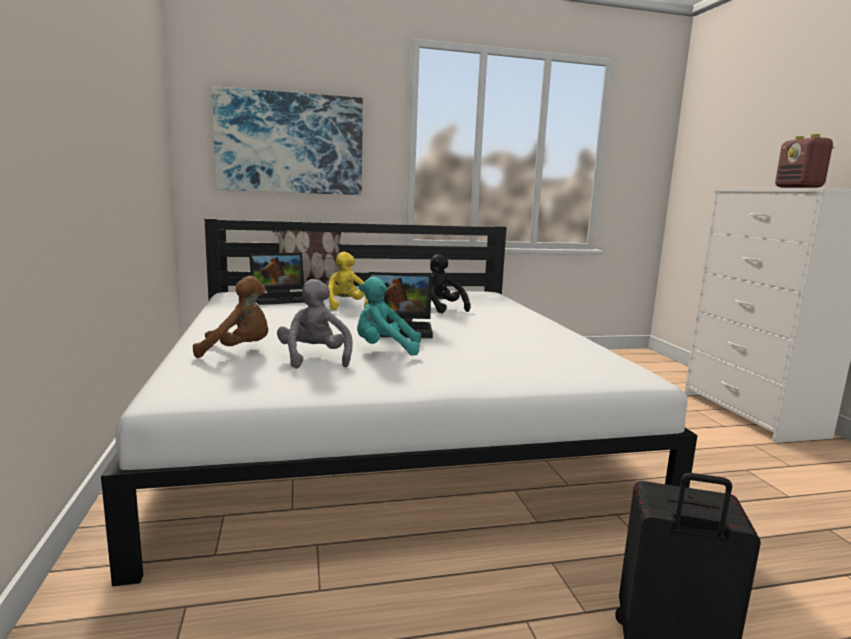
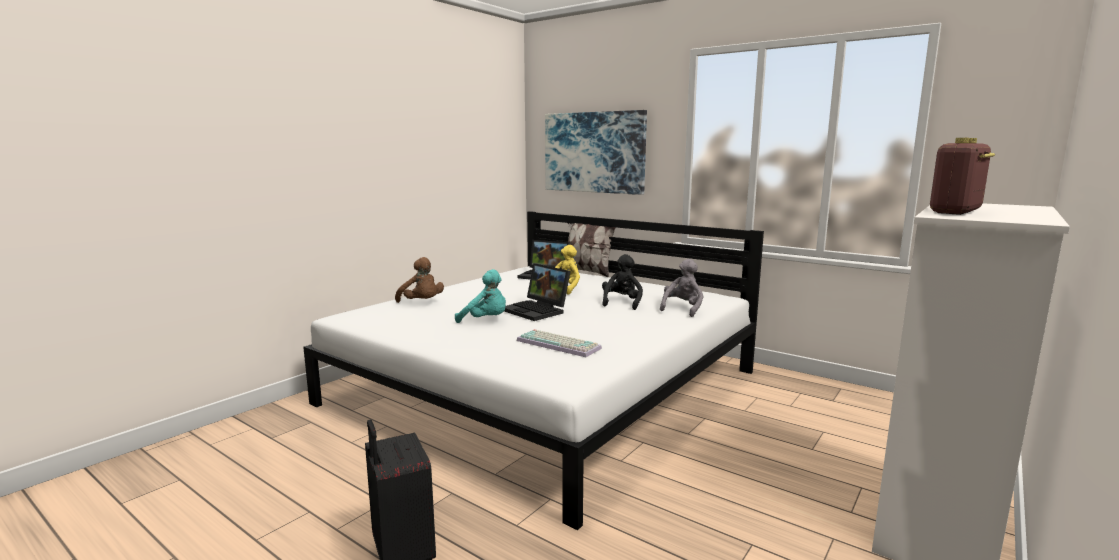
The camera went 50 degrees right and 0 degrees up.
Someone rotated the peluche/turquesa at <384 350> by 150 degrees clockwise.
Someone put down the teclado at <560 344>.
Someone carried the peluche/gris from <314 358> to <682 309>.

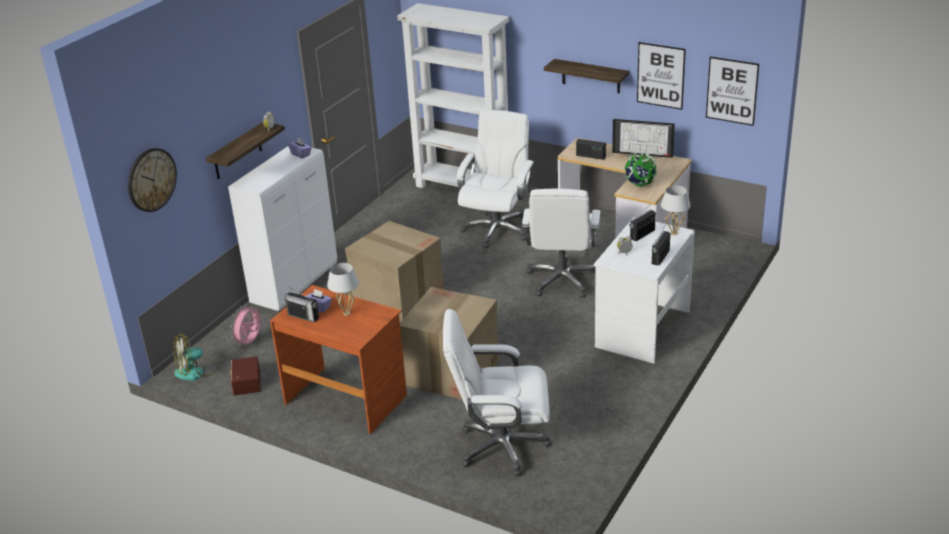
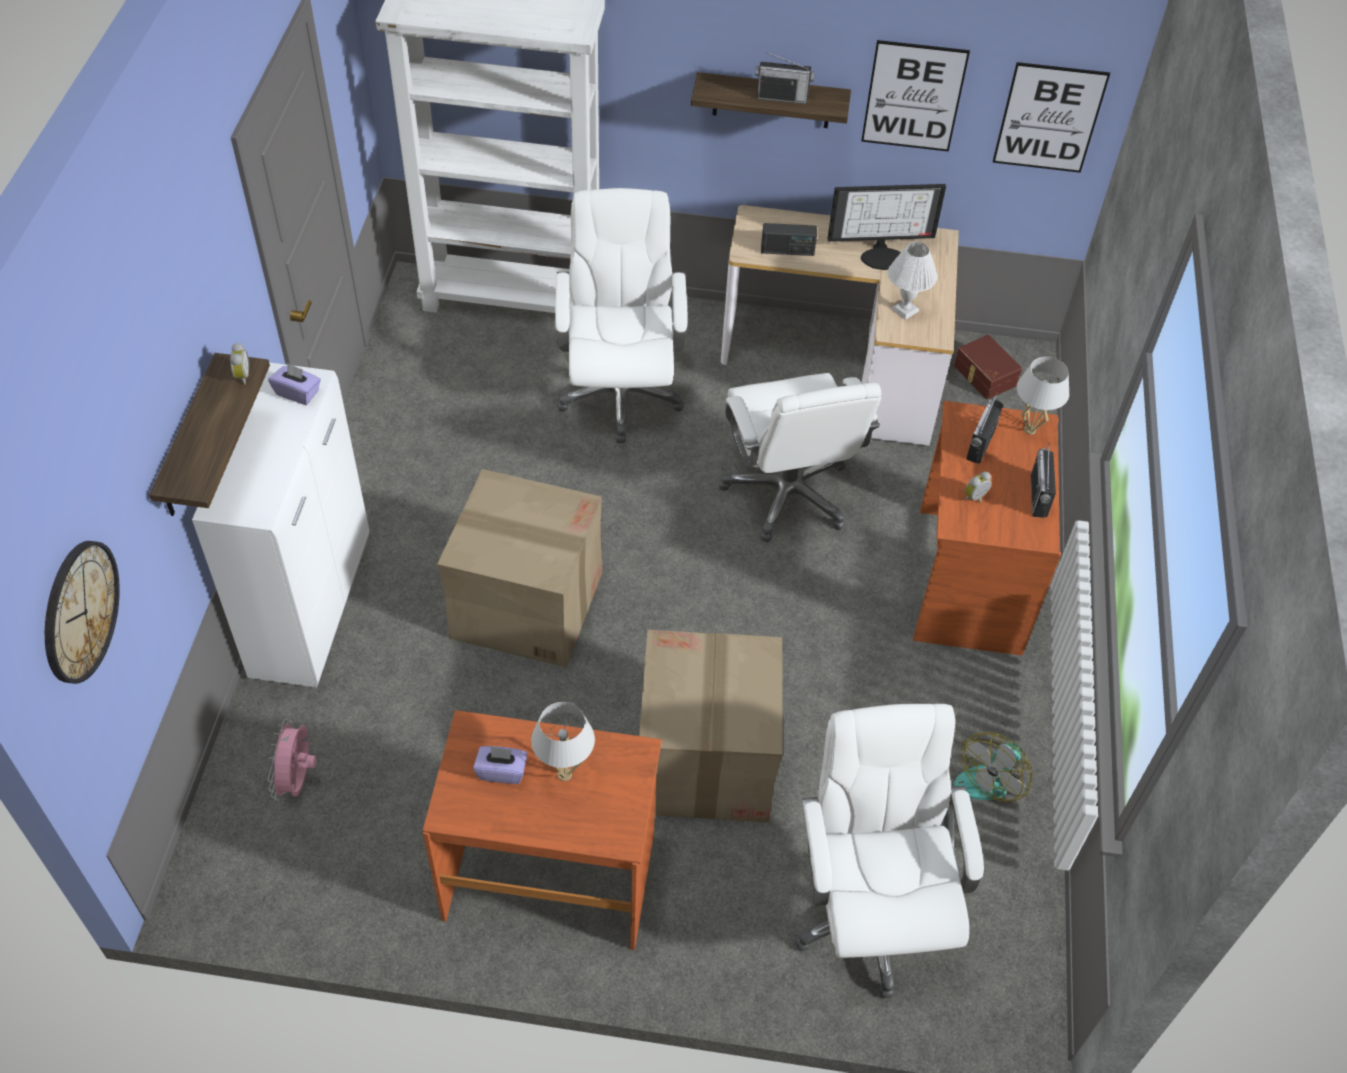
The camera went 25 degrees left and 20 degrees up.
Someone carried the radio from <303 316> to <782 97>.
Someone rotated the silla de oficina/blanco at <501 446> by 105 degrees clockwise.
Someone swapped the globo terráqueo at <639 184> for the lámpara de mesa/blanco at <905 310>.
Someone repainted the escritorio/blanco at <642 328>, which became the escritorio/marrón at <967 579>.
Someone carried the caja de almacenaje/marrón from <245 382> to <984 376>.
Someone carried the ventilador from <196 372> to <990 775>.

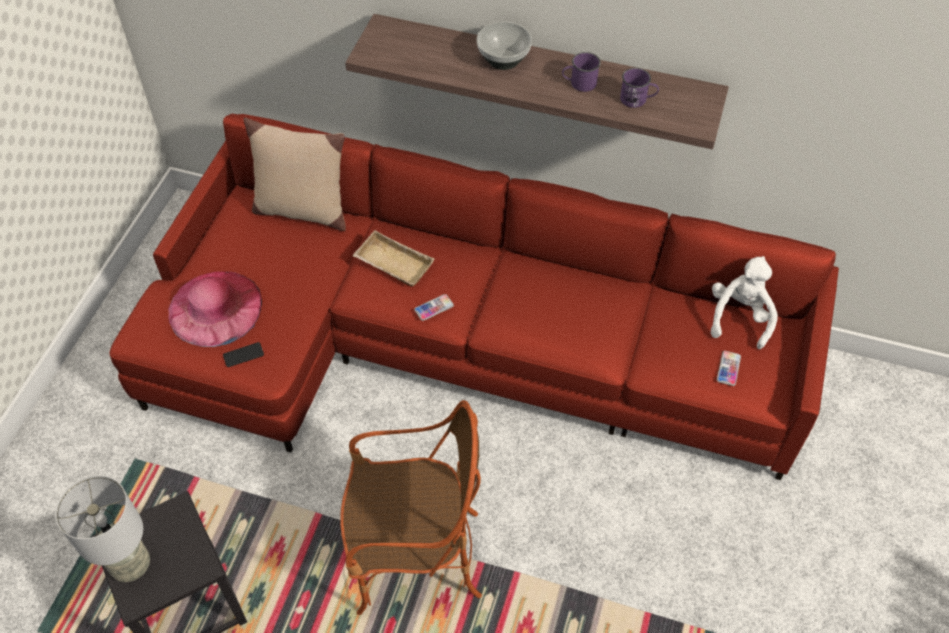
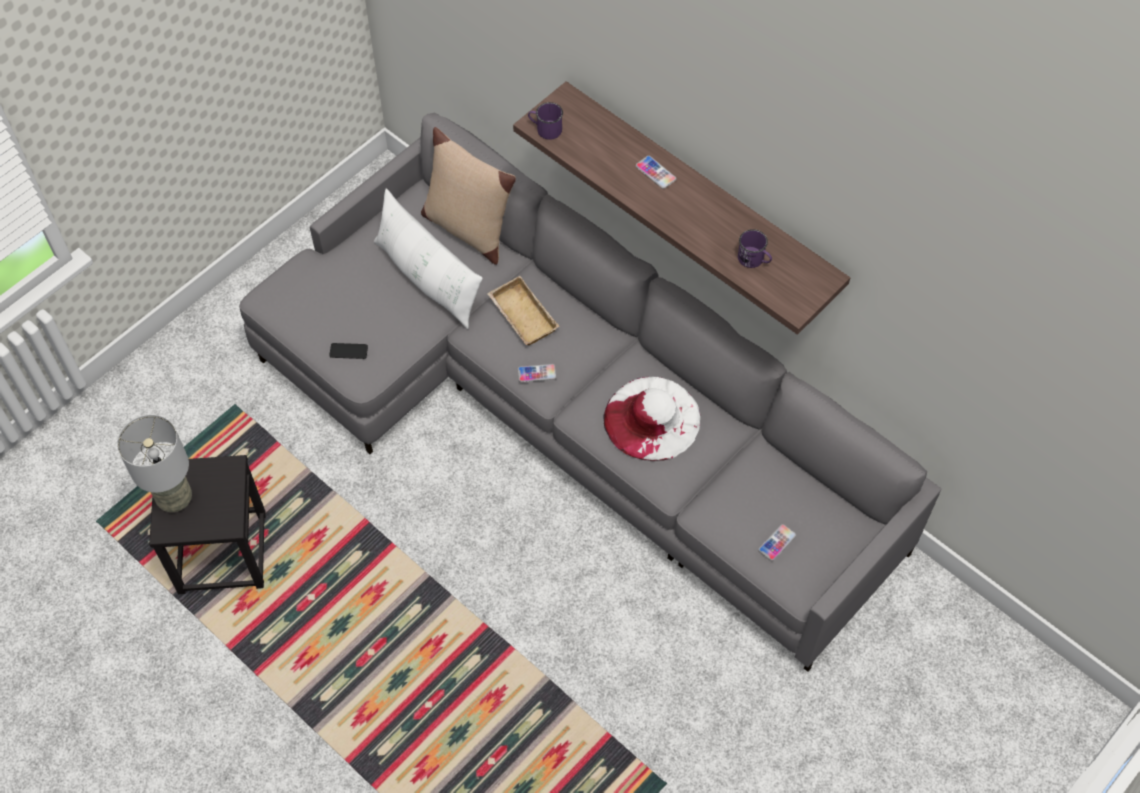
The camera went 25 degrees right and 5 degrees up.
Someone repainted the sofá/rojo at <455 346>, which became the sofá/gris at <568 413>.
Someone put down the cojín/blanco at <428 279>.
Someone carried the taza grande/morado from <579 83> to <545 129>.
Someone put down the sombrero/blanco at <652 418>.
Someone swapped the cuenco at <503 59> for the móvil at <655 173>.
Someone took away the sombrero/rosa at <215 308>.
Someone took away the sillón at <415 558>.
Someone took away the peluche/blanco at <739 317>.

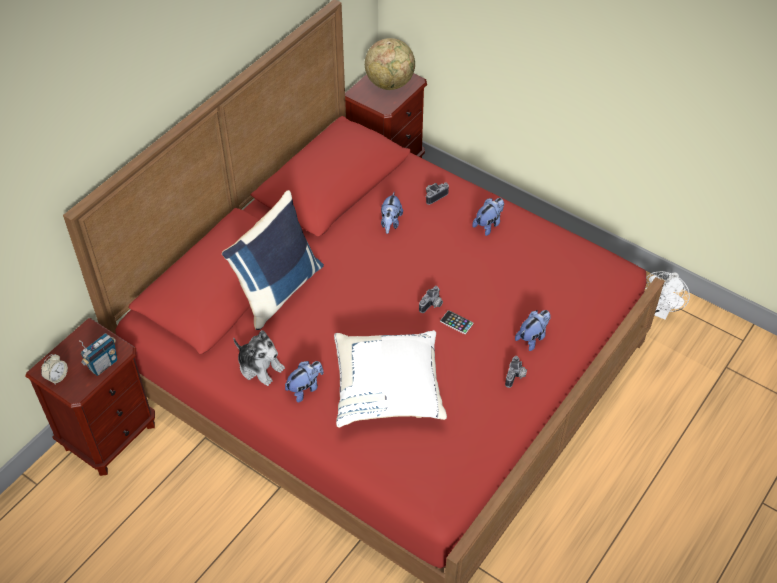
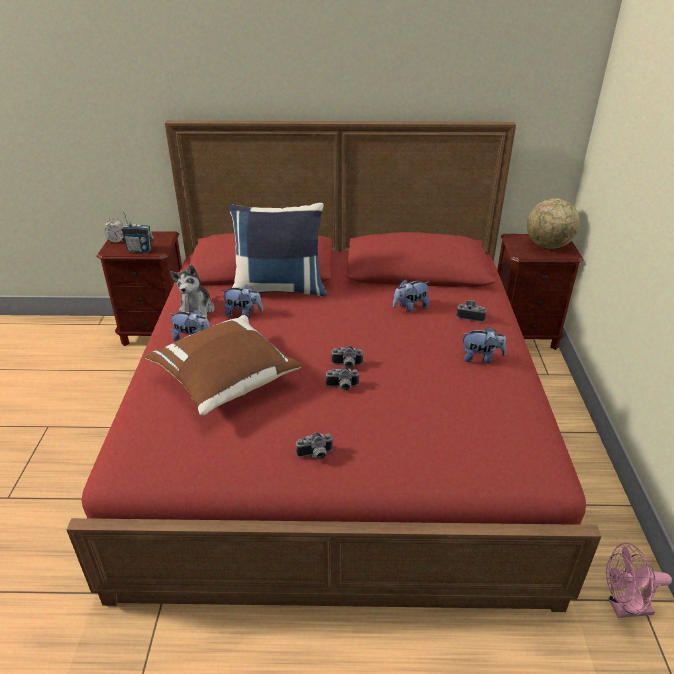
The camera went 55 degrees right and 15 degrees down.
Someone repainted the cojín/blanco at <388 390>, which became the cojín/marrón at <226 381>.
Someone carried the peluche from <532 337> to <243 313>.
Someone swapped the móvil at <456 322> for the cámara at <342 387>.
Someone repainted the ventilador/blanco at <661 311>, which became the ventilador/rosa at <624 608>.

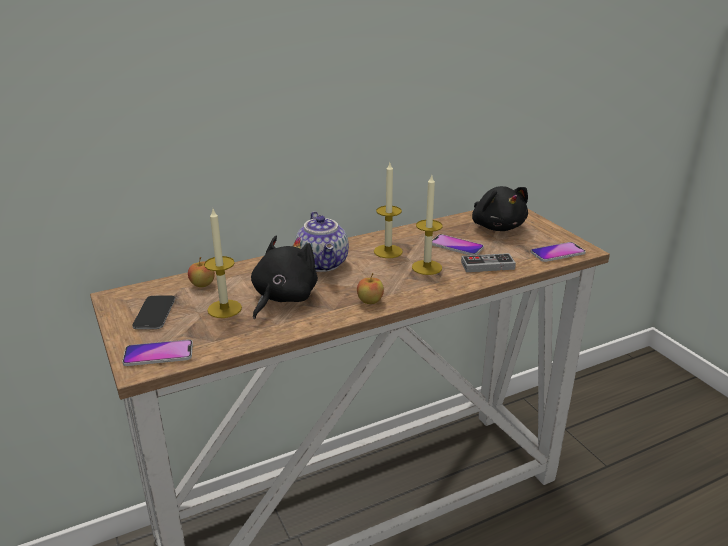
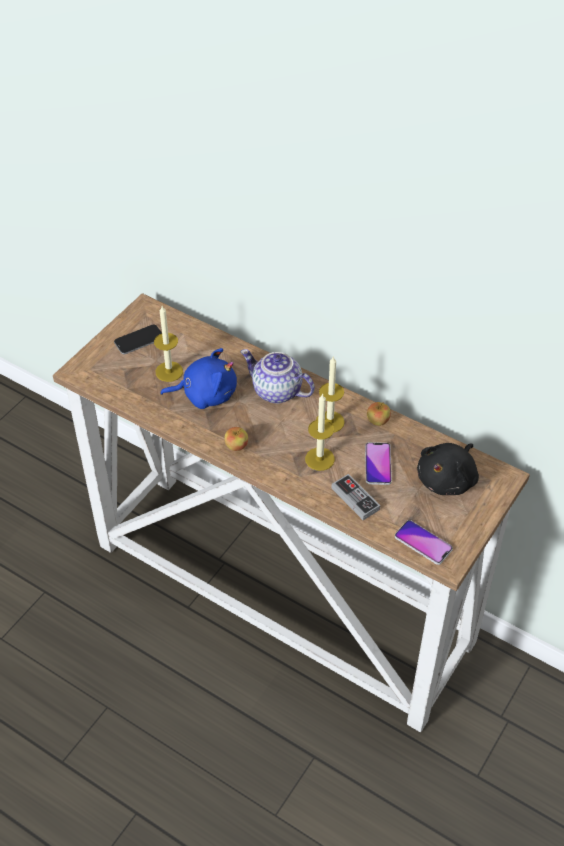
The camera went 60 degrees right and 20 degrees up.
Someone repainted the peluche/negro at <282 298>, which became the peluche/azul at <205 394>.
Someone rotated the tetera at <324 264> by 75 degrees clockwise.
Someone carried the manzana from <202 285> to <377 421>.
Someone took away the móvil at <158 354>.

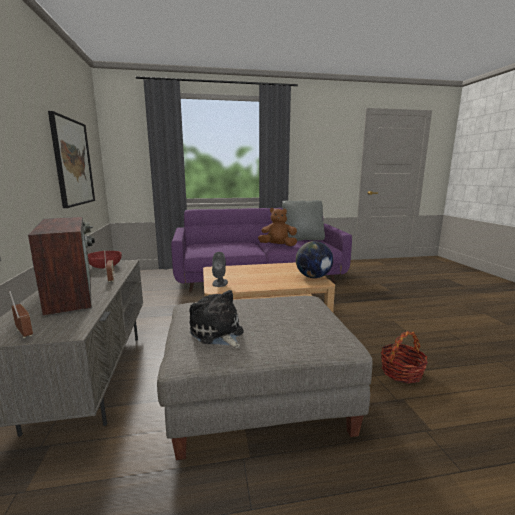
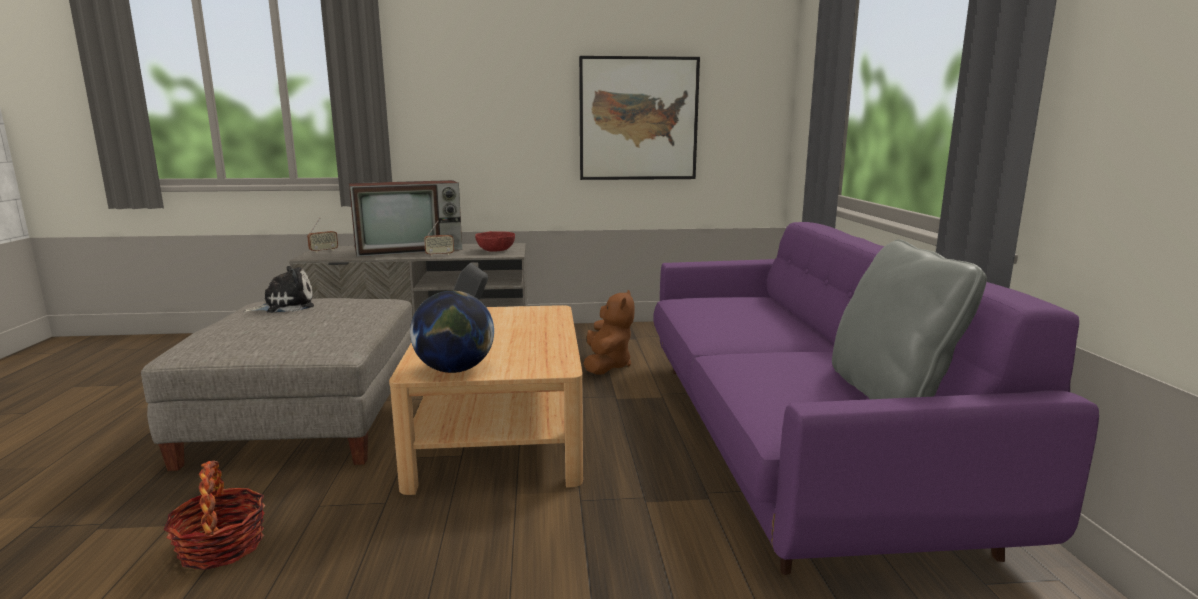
The camera went 95 degrees right and 0 degrees up.
Someone carried the peluche/marrón from <278 246> to <607 365>.

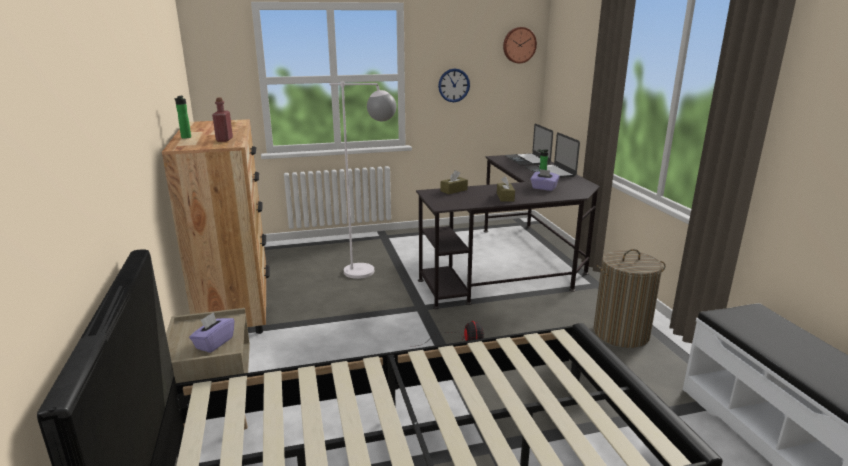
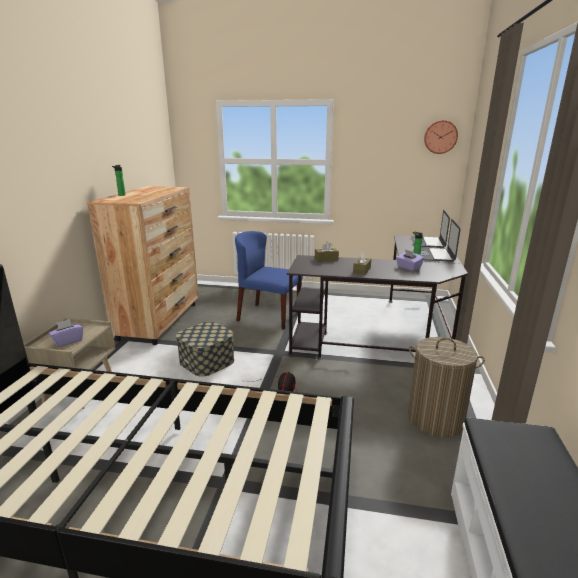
The camera went 25 degrees right and 0 degrees up.
Someone put down the caja de almacenaje at <206 361>.
Someone swapped the lámpara de pie/blanco at <370 271> for the silla/azul at <268 316>.
Someone took away the botella/rojo at <224 140>.
Someone took away the reloj de pared at <454 85>.

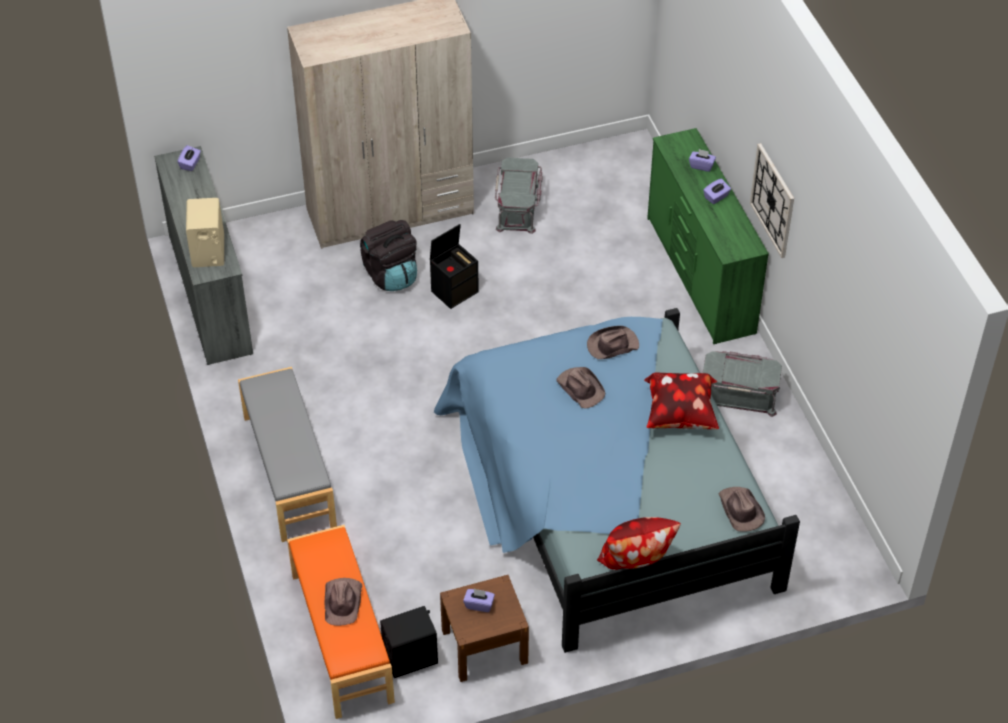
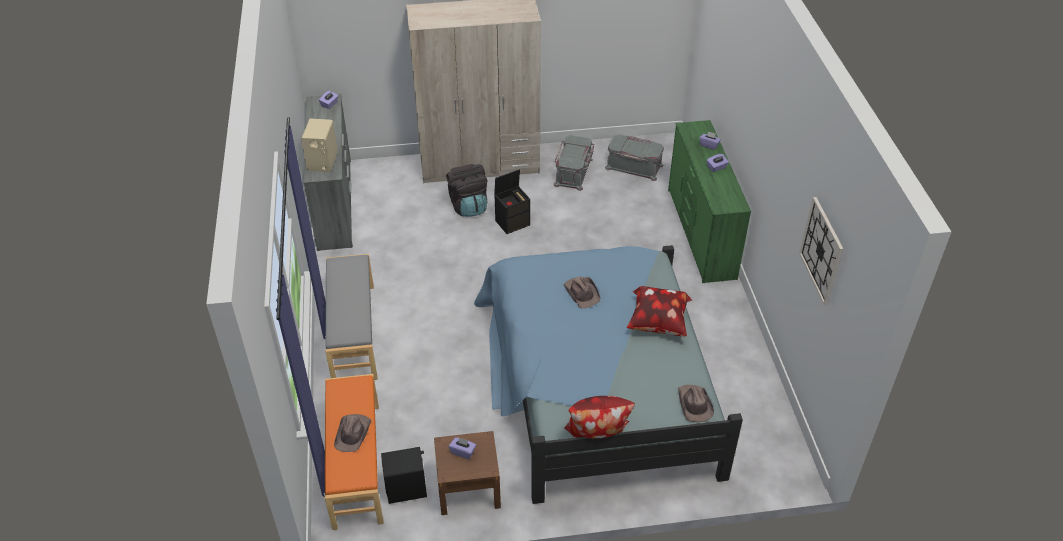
The camera went 10 degrees right and 5 degrees down.
Someone carried the caja de almacenaje/gris from <738 394> to <634 166>.
Someone carried the reloj de pared from <772 200> to <821 251>.
Someone took away the sombrero/marrón at <612 345>.

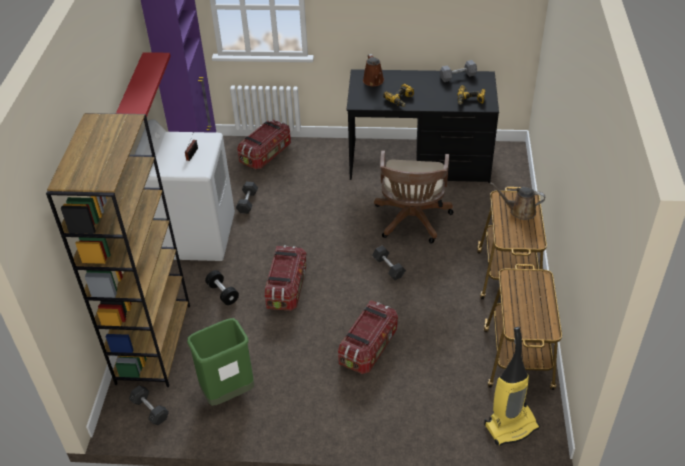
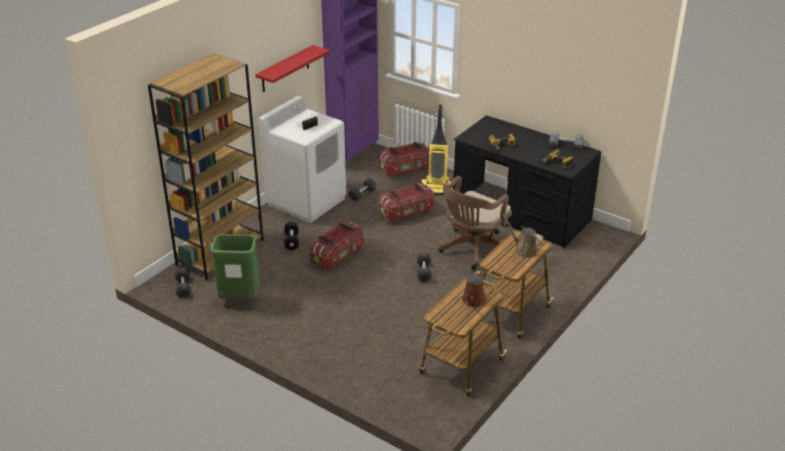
The camera went 30 degrees right and 10 degrees down.
Someone carried the caja de almacenaje from <369 347> to <407 213>.
Someone carried the aspiradora from <511 425> to <437 188>.
Someone carried the regadera/marrón from <374 81> to <473 301>.

